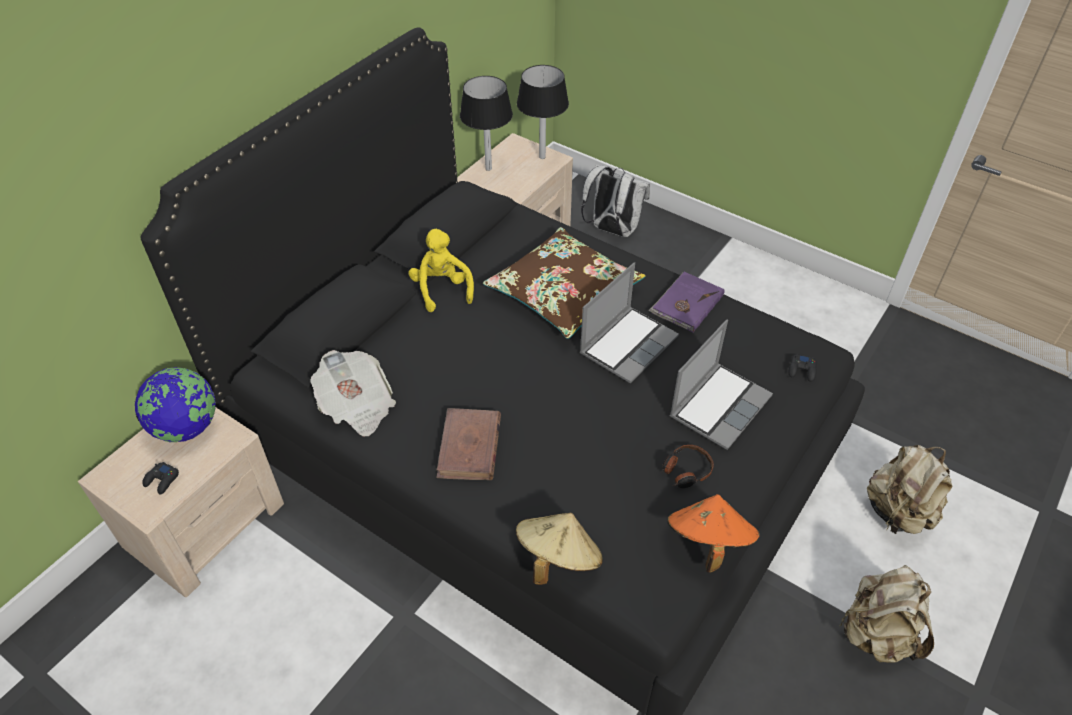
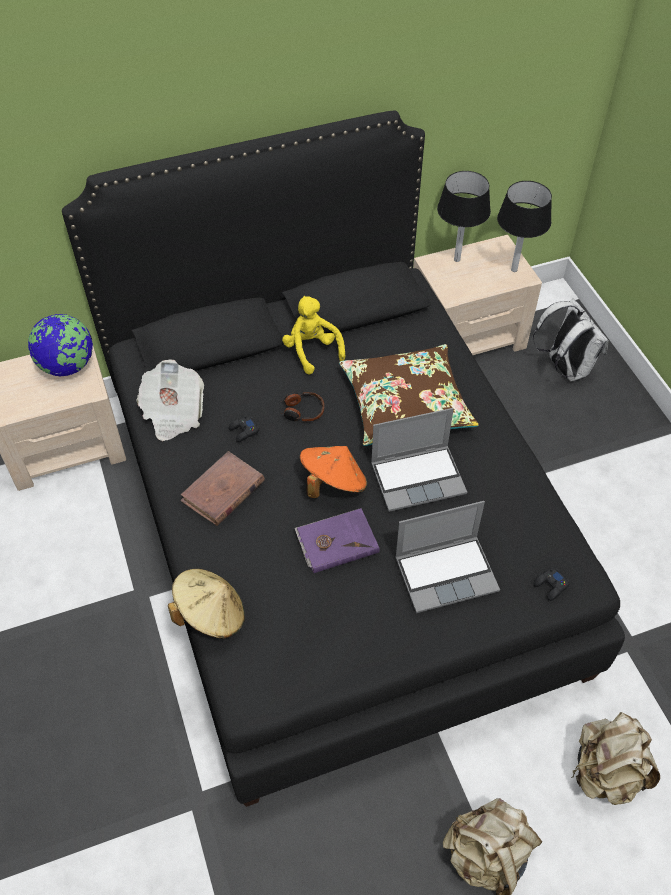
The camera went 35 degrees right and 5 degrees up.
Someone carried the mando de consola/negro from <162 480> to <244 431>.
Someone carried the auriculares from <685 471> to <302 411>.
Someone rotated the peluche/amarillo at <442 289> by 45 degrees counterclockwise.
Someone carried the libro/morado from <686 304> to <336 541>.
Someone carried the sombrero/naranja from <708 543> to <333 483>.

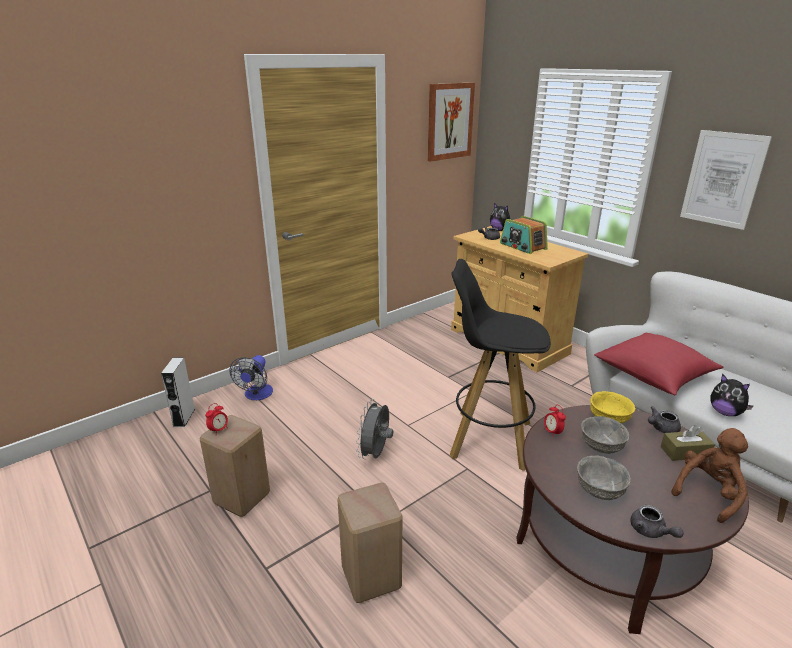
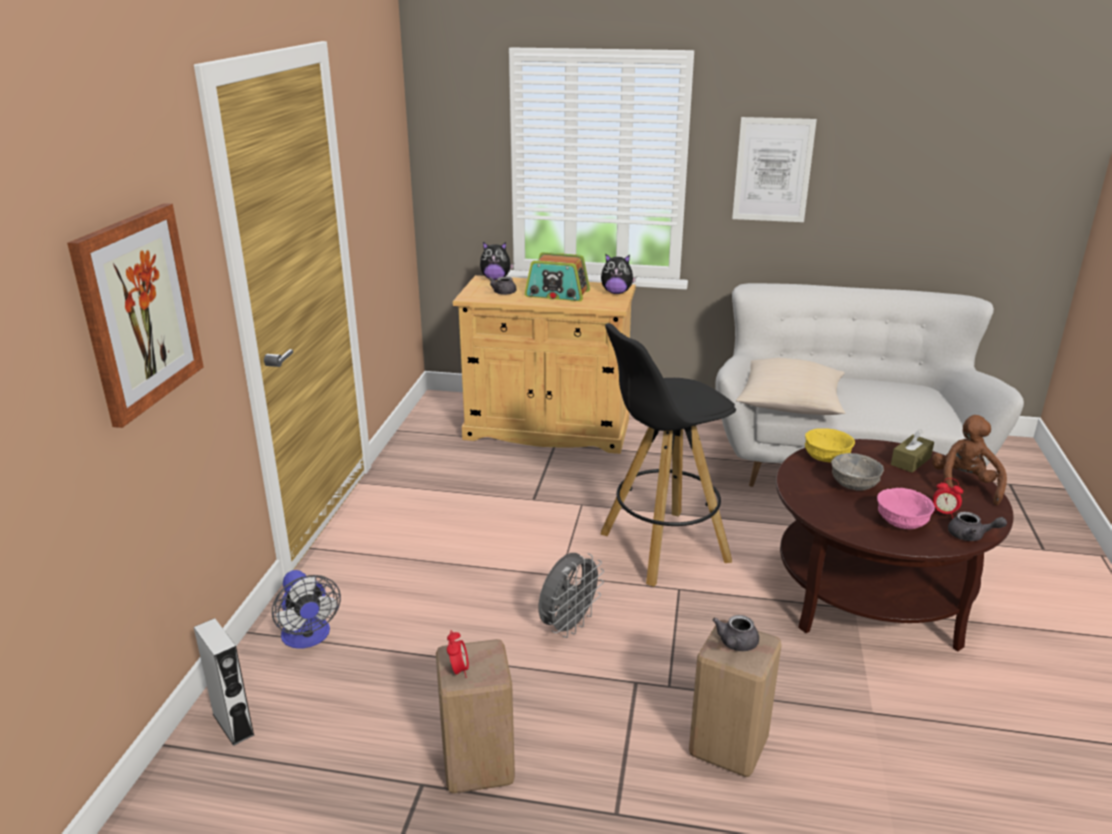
The camera went 40 degrees left and 0 degrees up.
Someone carried the cuadro from <449 121> to <138 312>.
Someone rotated the ventilador/gris at <376 454> by 120 degrees counterclockwise.
Someone carried the peluche from <725 412> to <616 292>.
Someone carried the tetera/gris from <661 428> to <735 644>.
Someone repainted the cojín/rojo at <653 375>, which became the cojín/beis at <789 403>.
Someone repainted the cuenco/gris at <599 490>, which became the cuenco/rosa at <900 523>.
Someone carried the despertador from <552 432> to <943 513>.

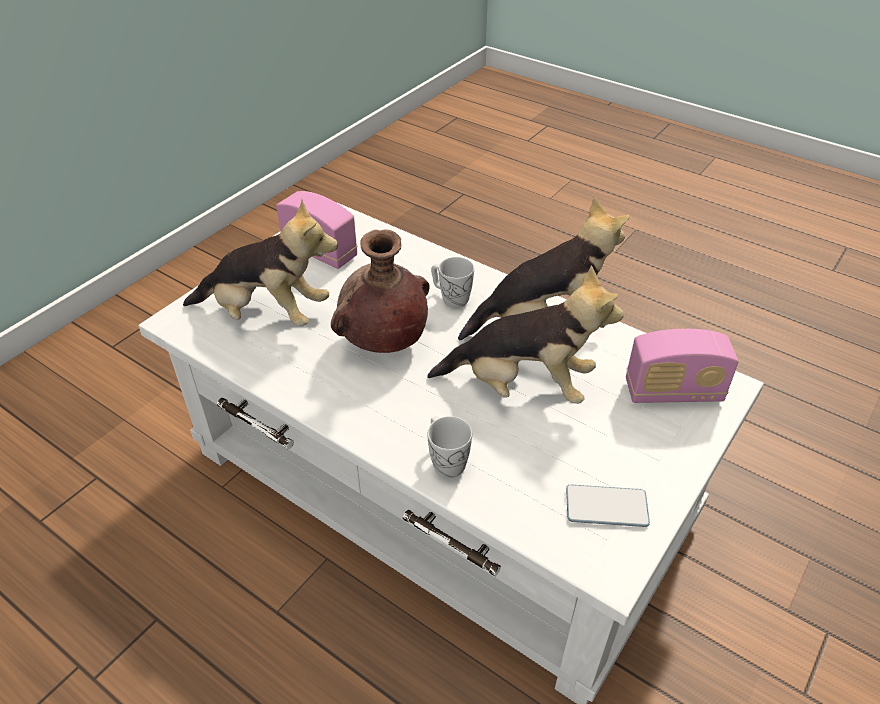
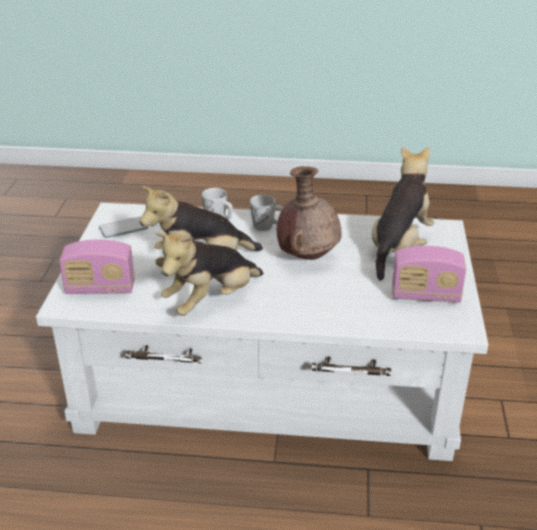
The camera went 150 degrees right and 10 degrees down.
Someone rotated the radio at <673 392> by 150 degrees counterclockwise.
Someone carried the taza grande/blanco from <450 297> to <267 226>.
Someone rotated the peluche at <267 314> by 135 degrees clockwise.

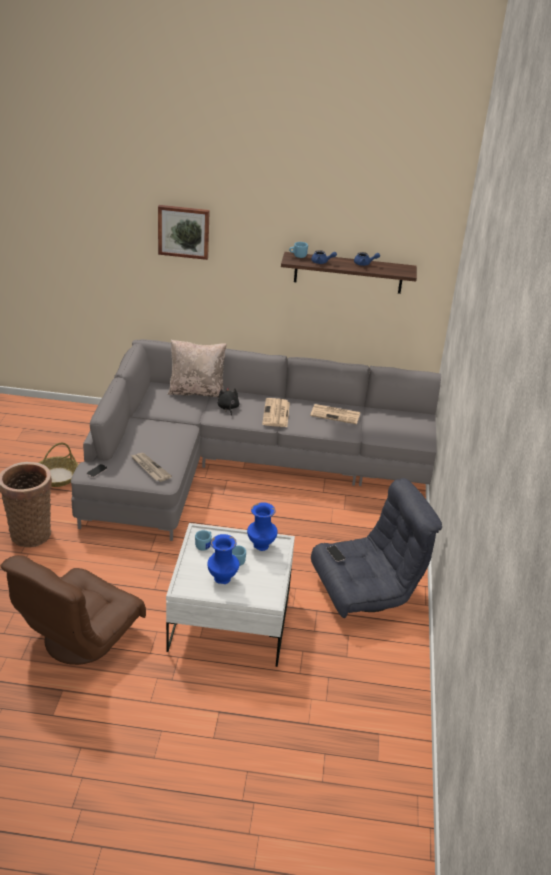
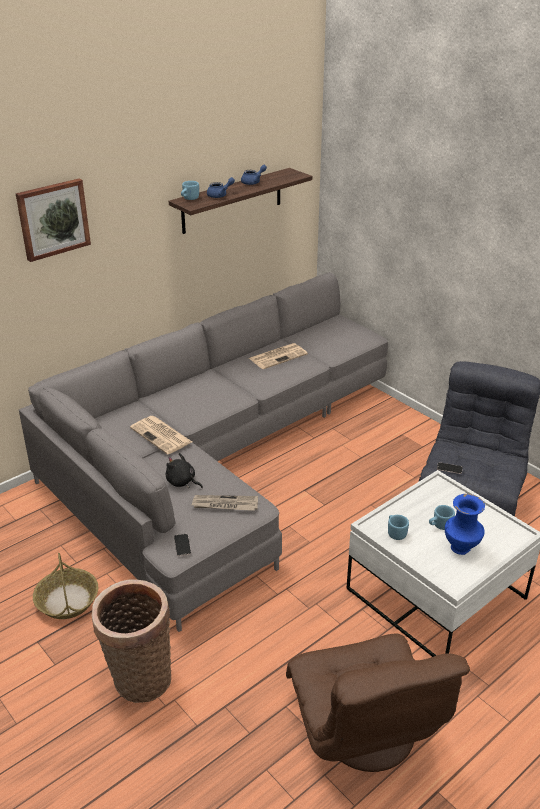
The camera went 45 degrees left and 0 degrees up.
Someone carried the periódico from <276 414> to <162 435>.
Someone carried the peluche/negro from <228 408> to <182 482>.
Someone took away the cojín/beis at <196 391>.
Someone took away the florero/azul at <261 546>.

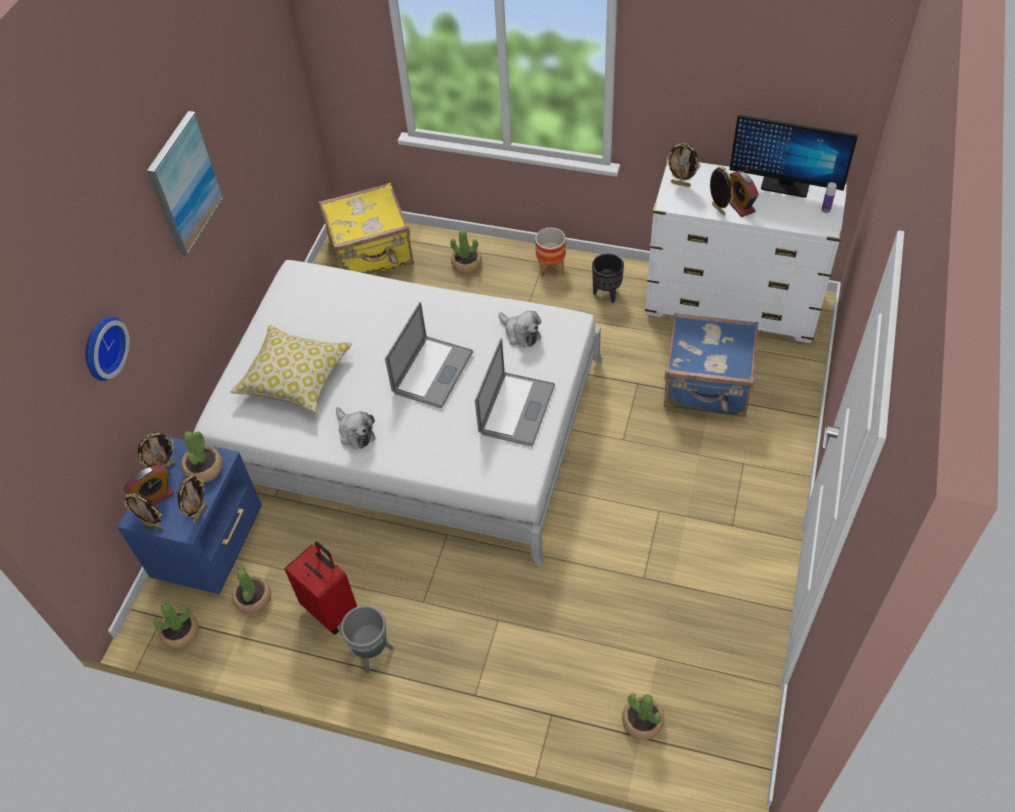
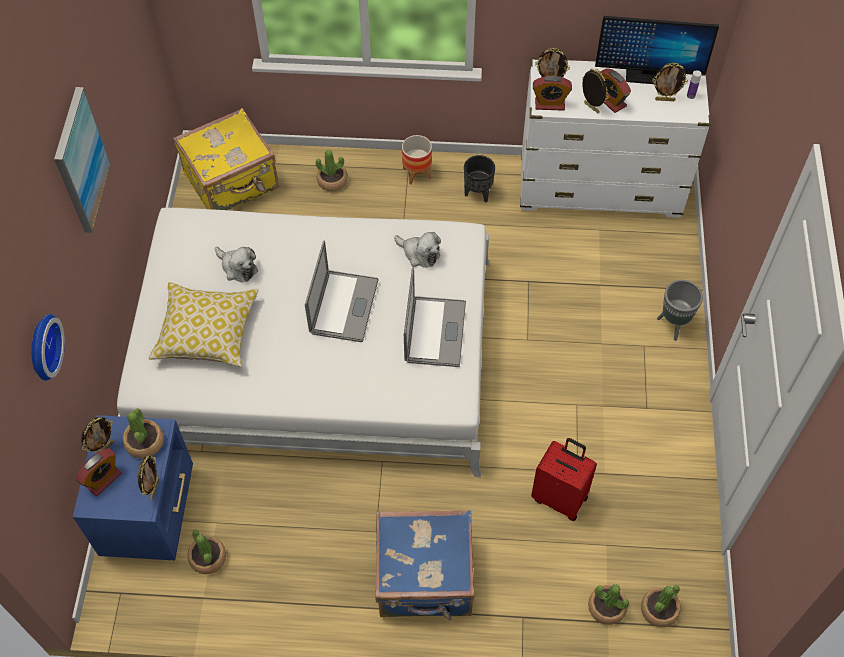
The camera went 15 degrees left and 5 degrees up.
Someone carried the peluche from <355 432> to <237 267>.
Someone carried the maleta/azul from <707 386> to <425 579>.
Someone carried the maleta/rojo from <331 609> to <560 497>.
Someone put down the despertador at <549 104>.
Someone carried the planta en maceta from <180 633> to <659 610>.
Someone carried the portarretratos from <154 526> to <665 99>.
Someone carried the maceta/gris from <372 654> to <673 326>.

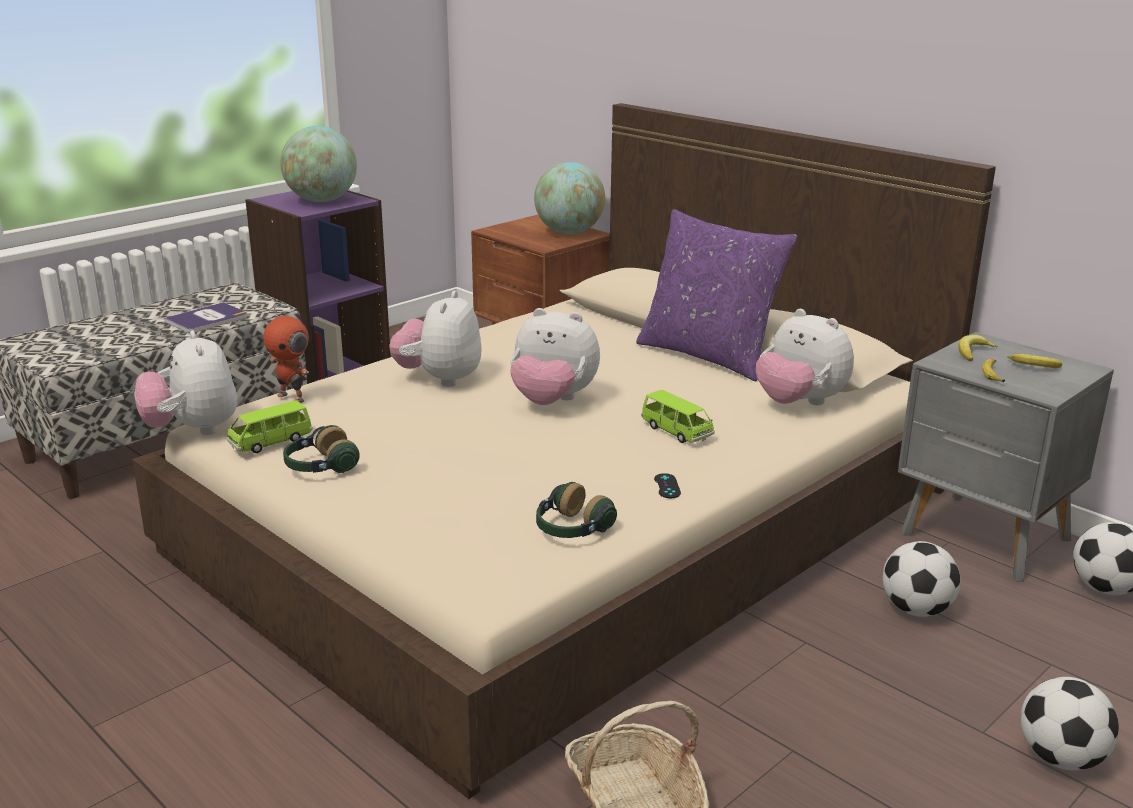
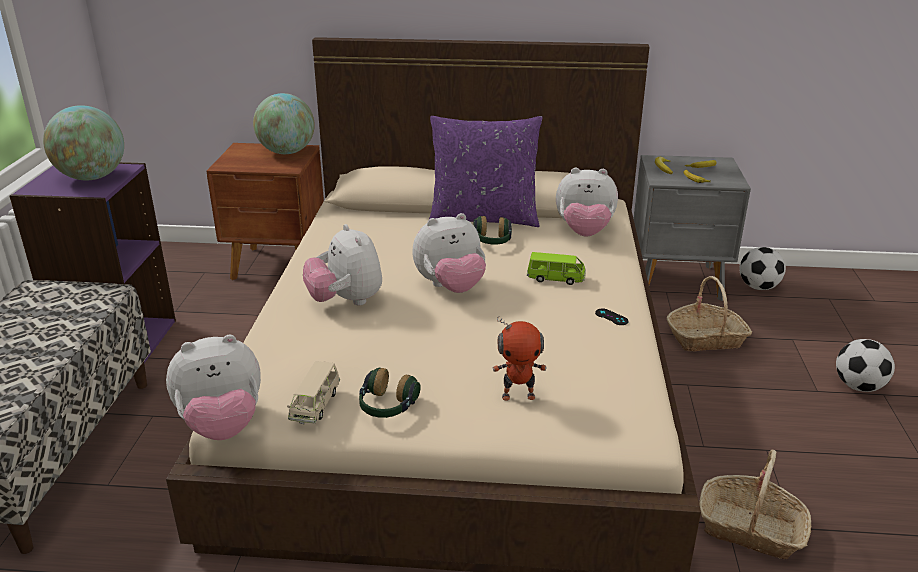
The camera went 40 degrees left and 5 degrees up.
Someone rotated the peluche at <193 430> by 45 degrees counterclockwise.
Someone repainted the coche de juguete/verde at <270 442>, which became the coche de juguete/beis at <315 405>.
Someone carried the auriculares from <571 530> to <492 241>.
Someone carried the robot de juguete from <292 397> to <518 395>.
Someone swapped the balón de fútbol at <916 610> for the cesta at <706 339>.
Someone took away the libro at <207 319>.

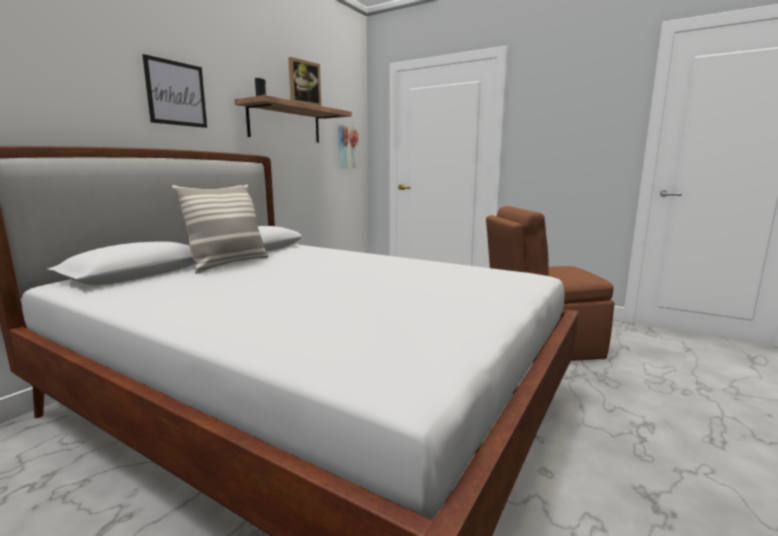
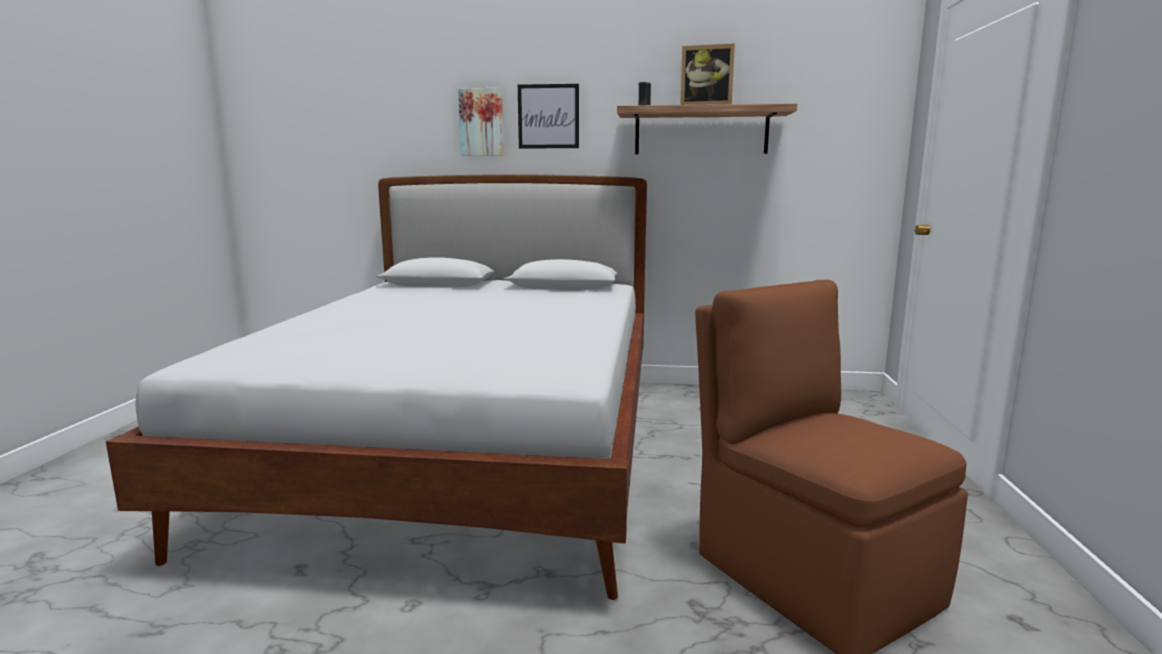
The camera went 65 degrees right and 0 degrees up.
Someone carried the cuadro from <347 147> to <482 122>.
Someone took away the cojín at <228 264>.

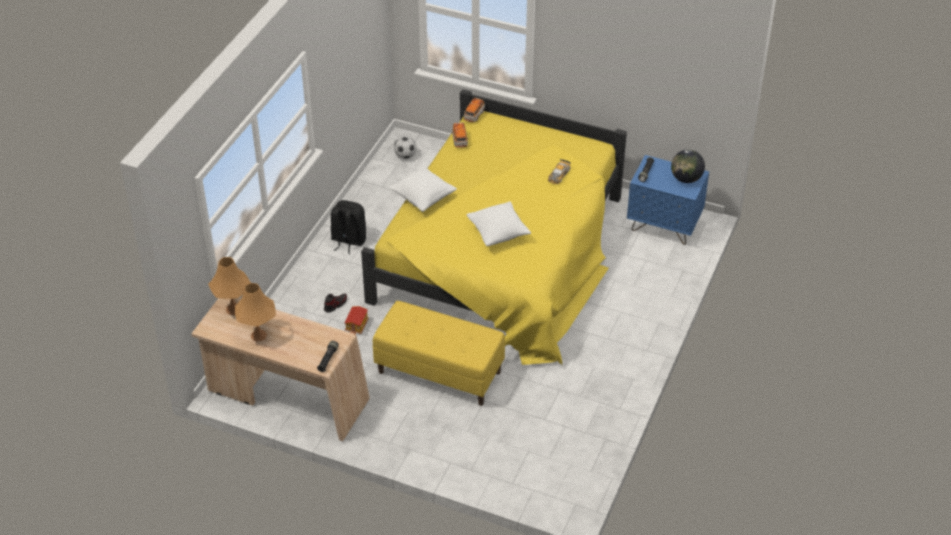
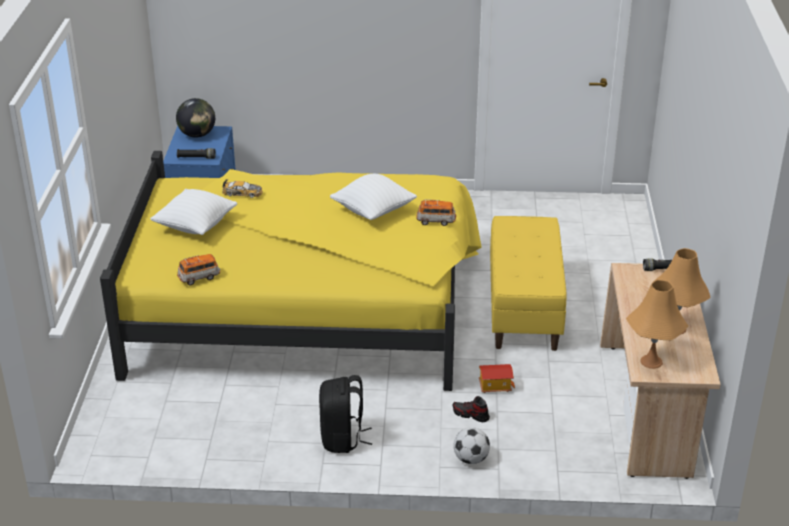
The camera went 110 degrees left and 10 degrees down.
Someone carried the cojín/blanco from <423 199> to <195 226>.
Someone carried the coche de juguete from <474 116> to <436 221>.
Someone carried the balón de fútbol from <405 156> to <471 459>.

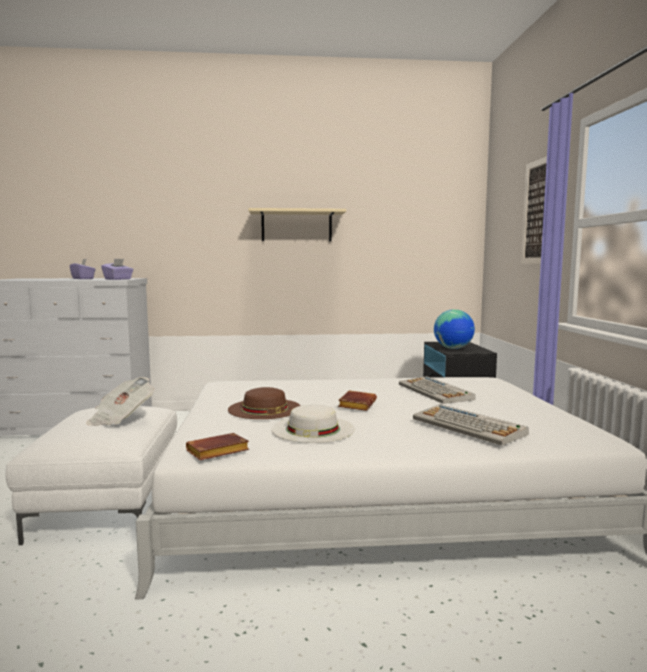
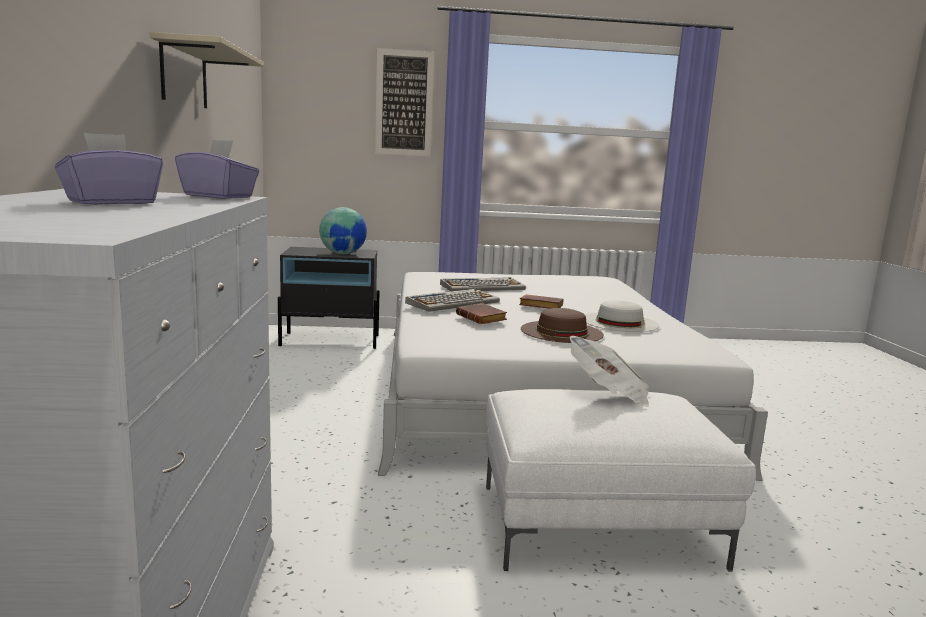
The camera went 90 degrees left and 5 degrees up.
Someone carried the teclado from <469 426> to <453 302>.
Someone carried the libro/marrón from <216 452> to <483 318>.

